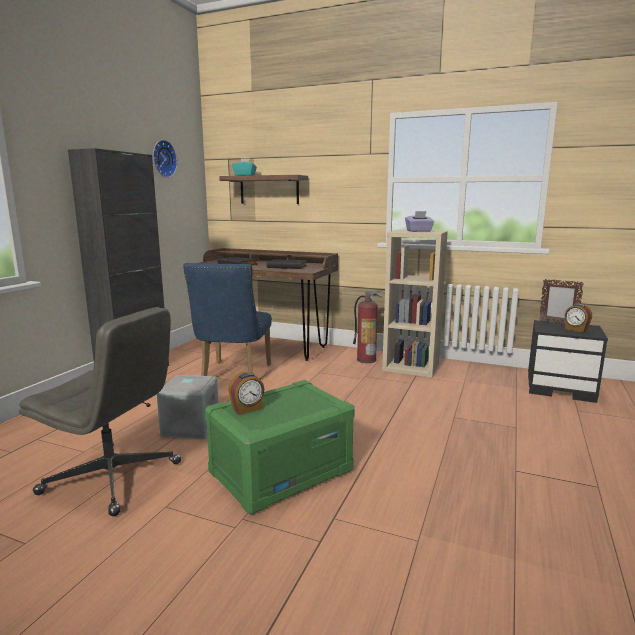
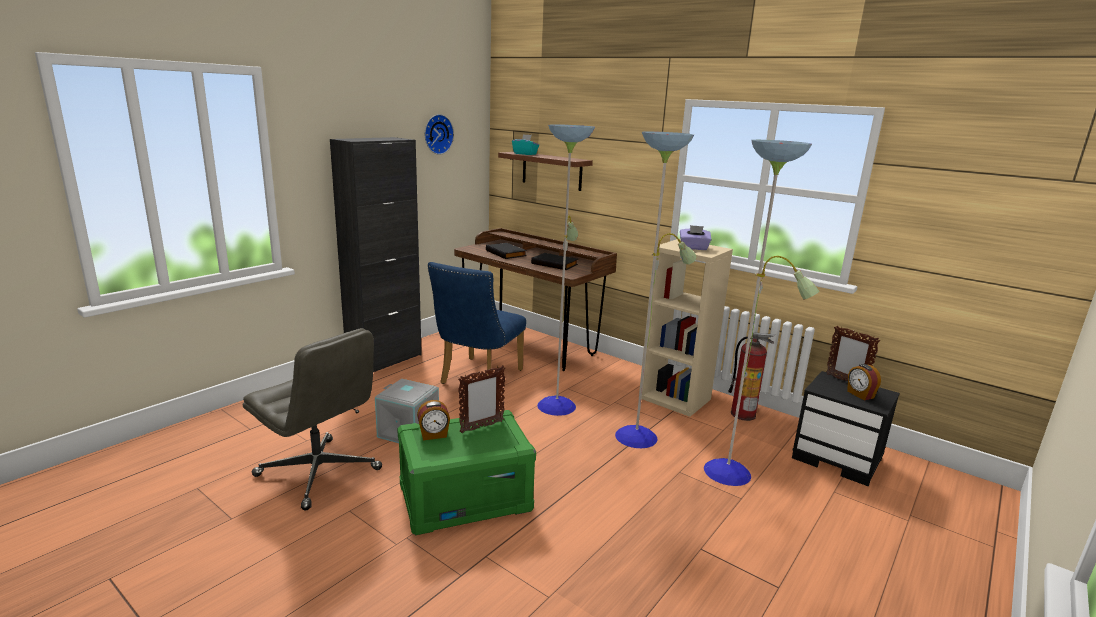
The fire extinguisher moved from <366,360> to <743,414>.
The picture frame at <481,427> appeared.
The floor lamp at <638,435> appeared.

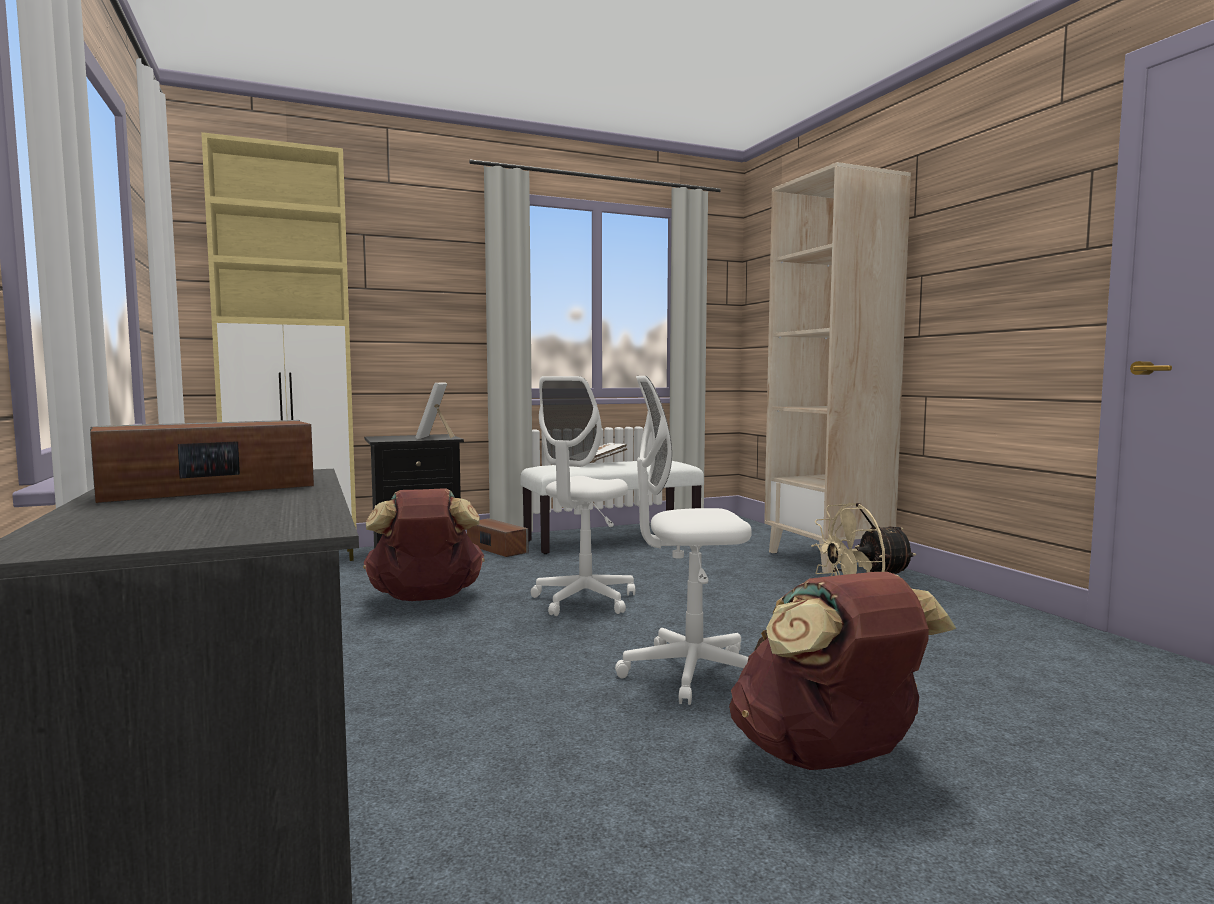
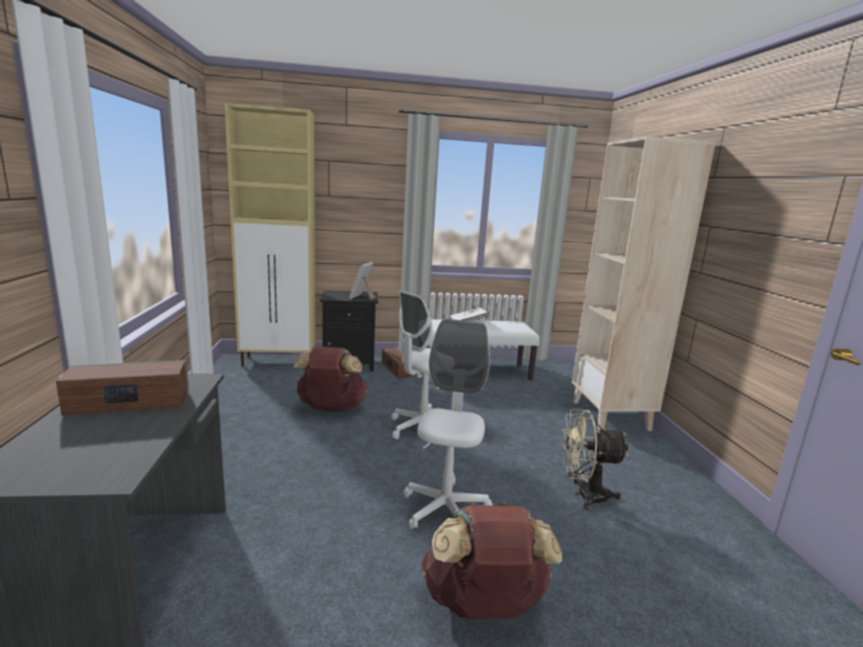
The white office chair at <690,674> turned 90 degrees clockwise.

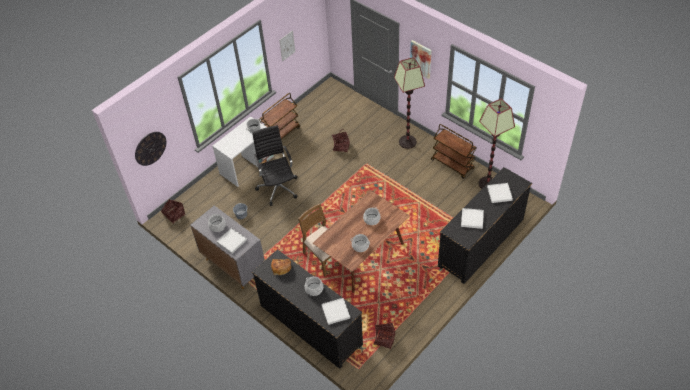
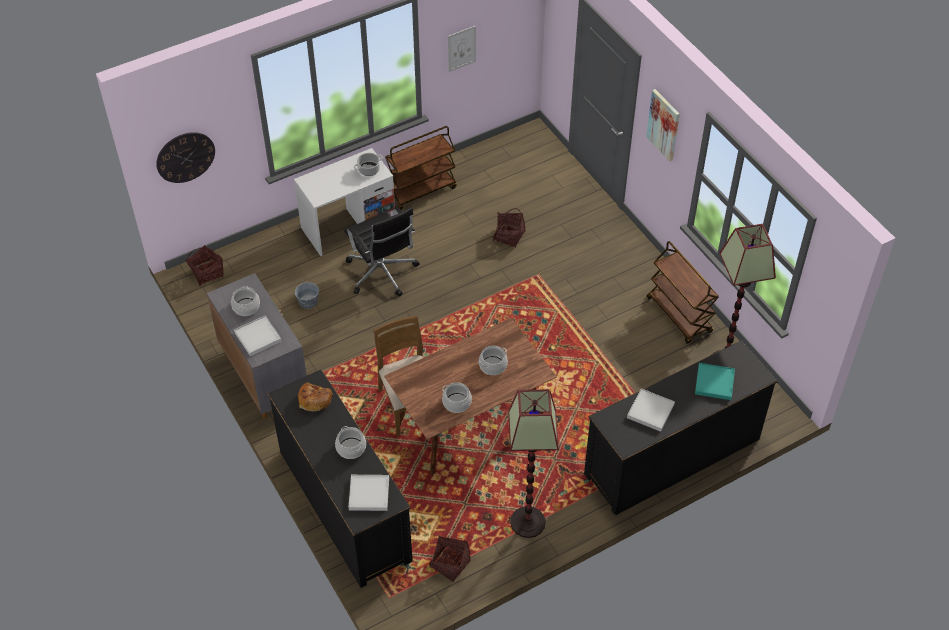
The black office chair at <278,187> turned 150 degrees clockwise.
The floor lamp moved from <407,142> to <527,522>.
The white tray at <499,194> became the turquoise tray at <714,383>.

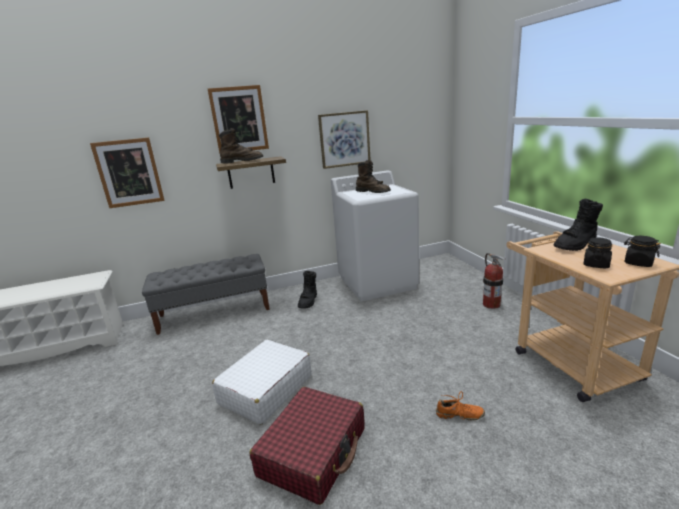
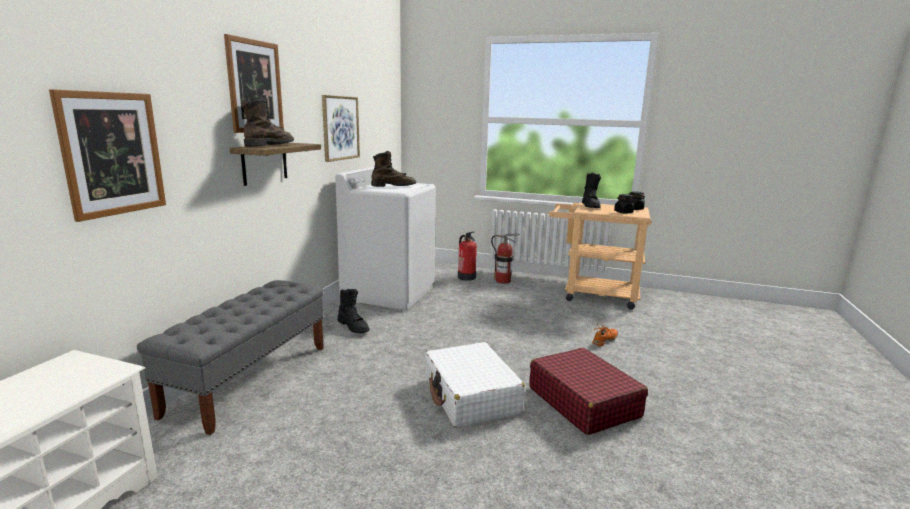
The fire extinguisher at <466,277> appeared.

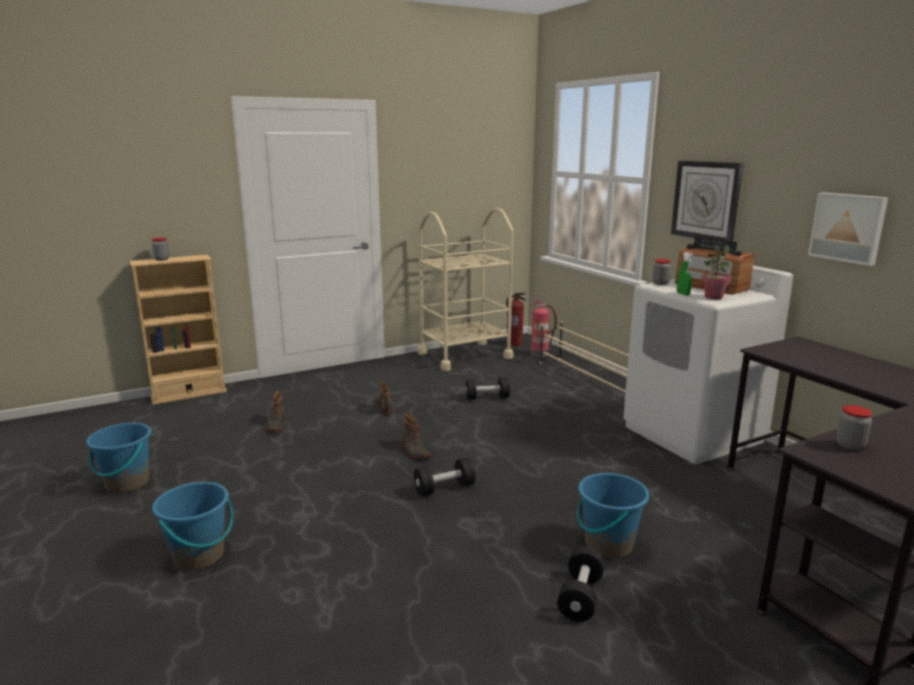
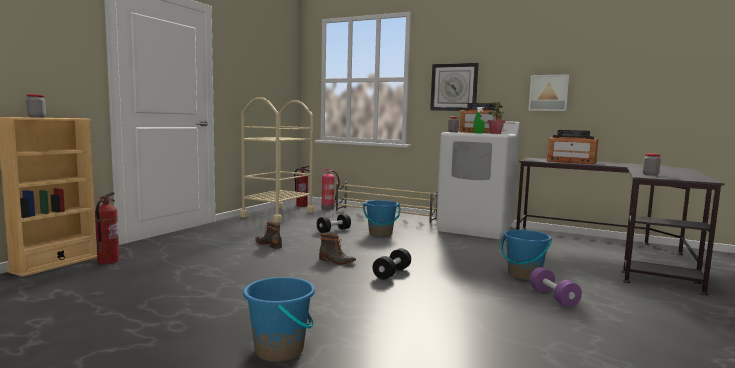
The blue bucket moved from <127,483> to <380,233>.
The boot at <275,426> disappeared.
The black dumbbell at <580,596> became the purple dumbbell at <553,297>.
The fire extinguisher at <108,261> appeared.
The radio at <571,162> appeared.

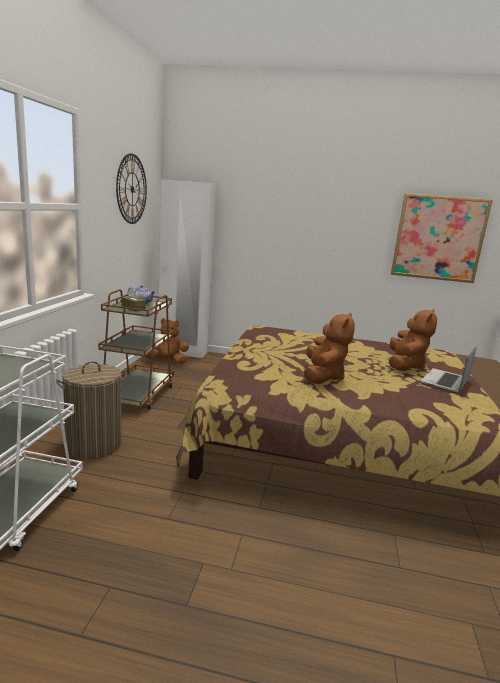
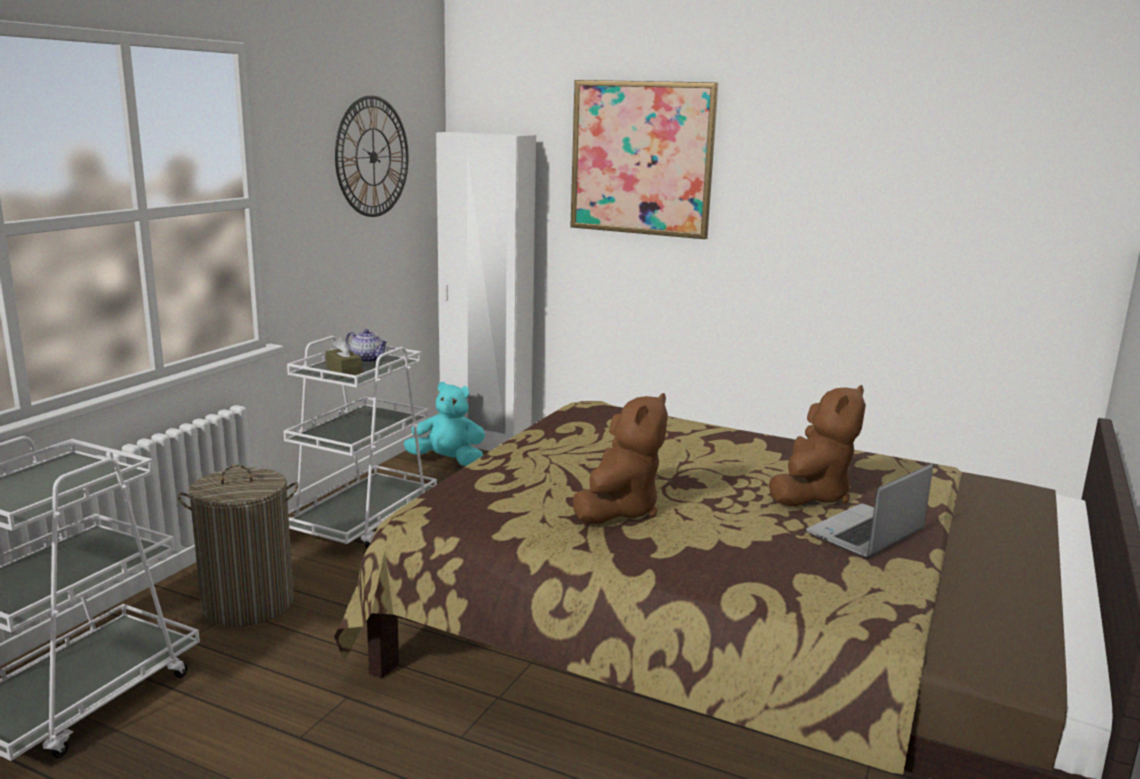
The brown cart at <138,395> became the white cart at <363,521>.
The brown plush toy at <167,361> became the turquoise plush toy at <448,461>.
The picture moved from <438,238> to <641,158>.

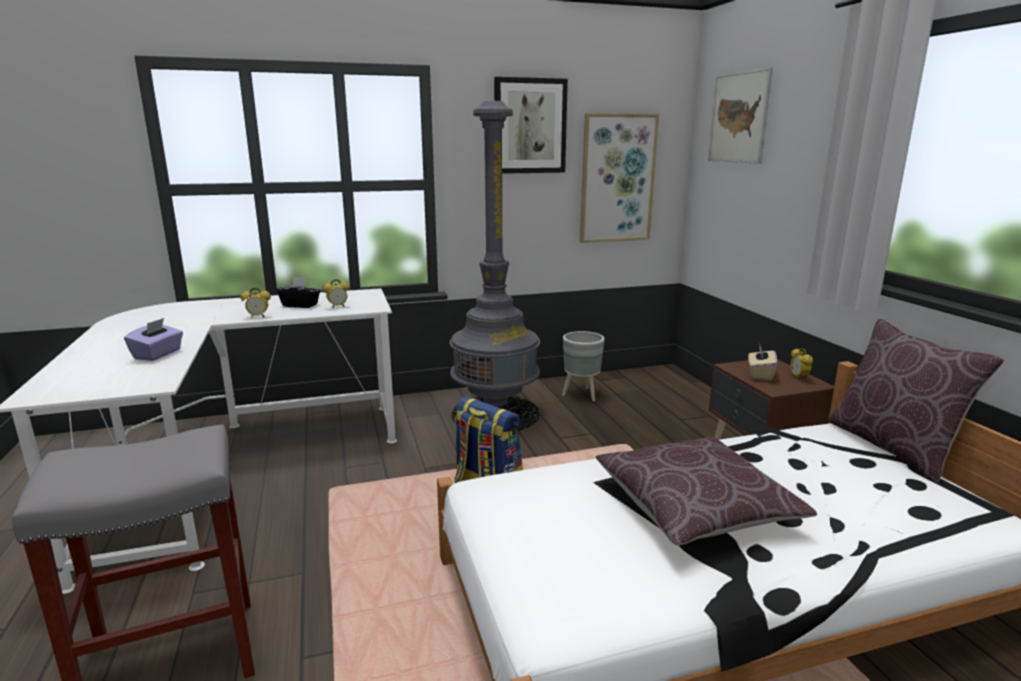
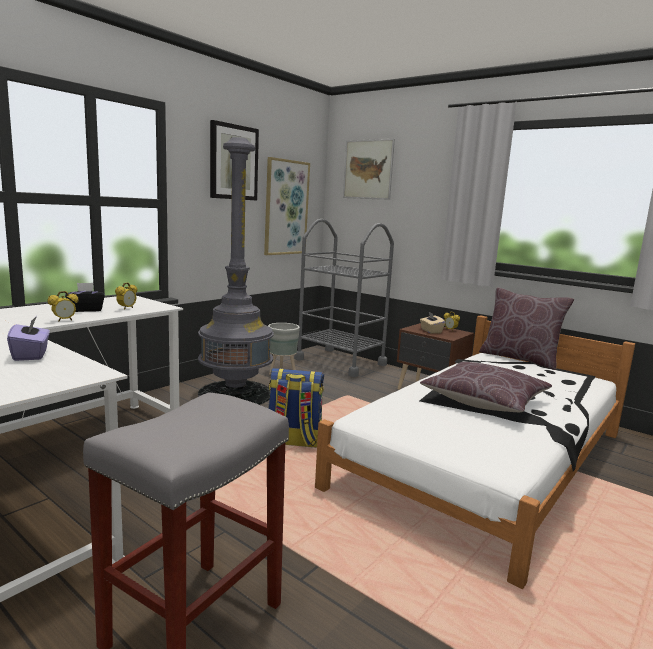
The grey cart at <340,362> appeared.

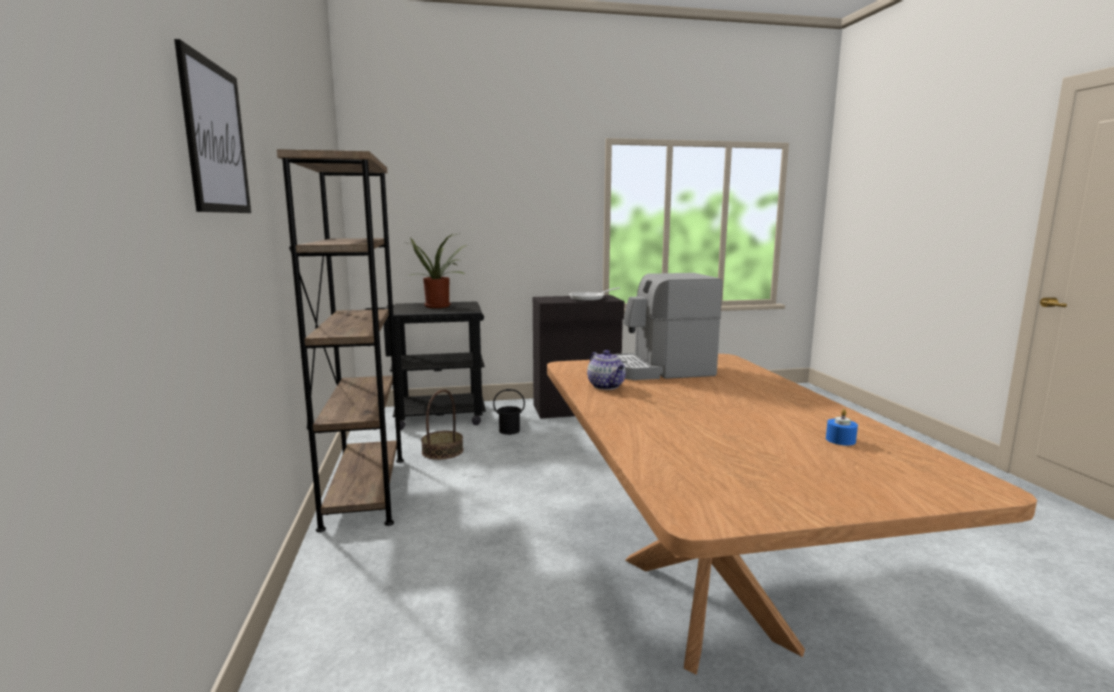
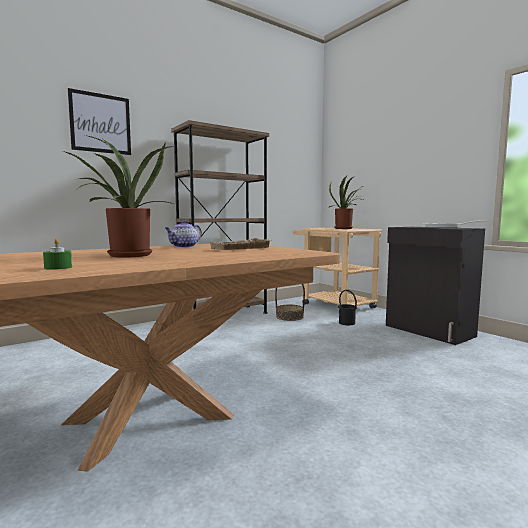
The black cart at <429,416> became the beige cart at <333,305>.
The coffee machine at <659,371> was replaced by the beige tray at <241,248>.
The blue candle at <840,440> became the green candle at <58,267>.
The potted plant at <126,256> appeared.

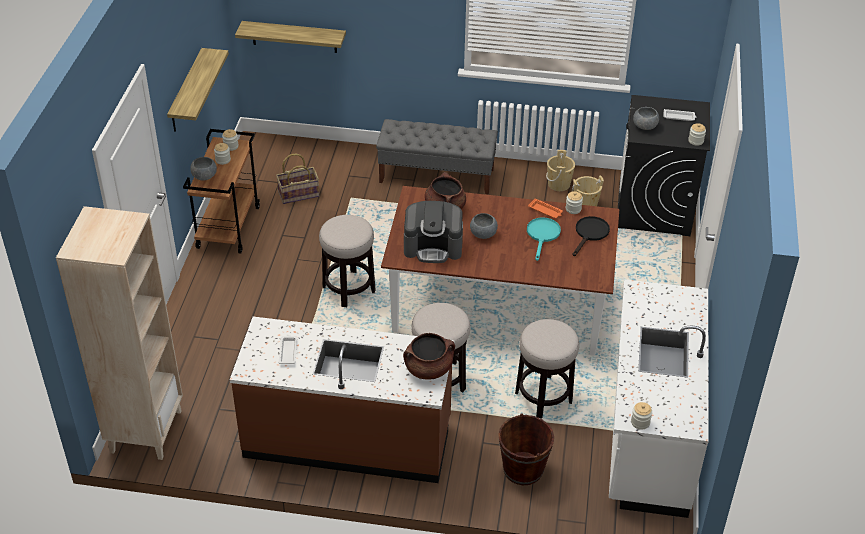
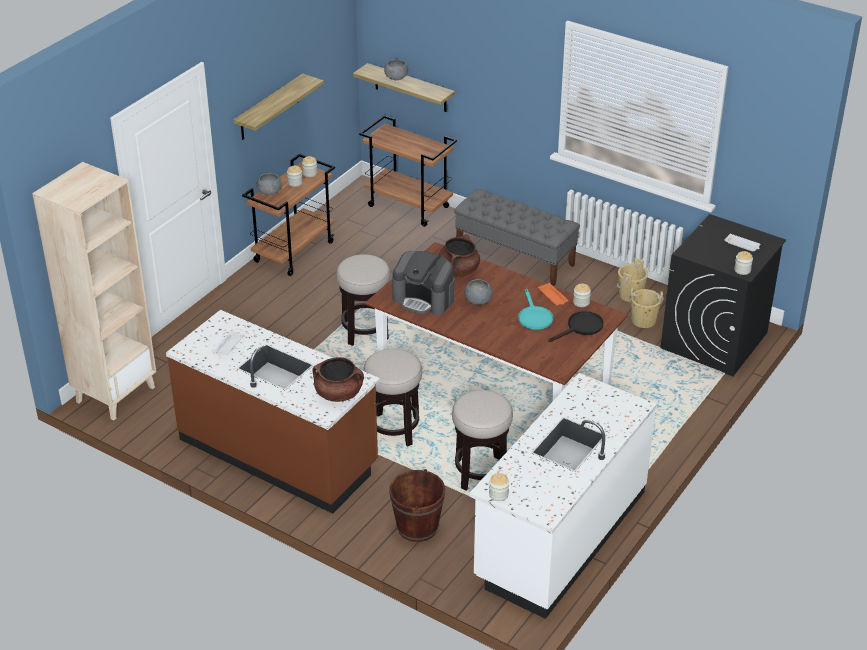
The basket at <298,194> disappeared.
The turquoise frying pan at <542,235> turned 135 degrees clockwise.
The grey bowl moved from <645,126> to <396,78>.
The brown cart at <409,206> appeared.

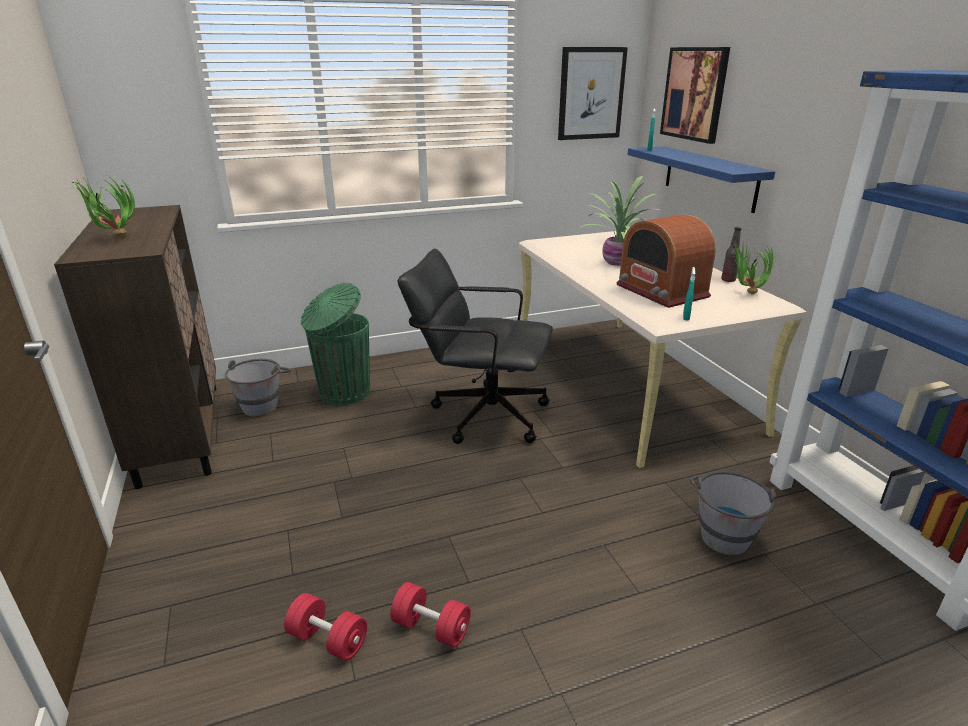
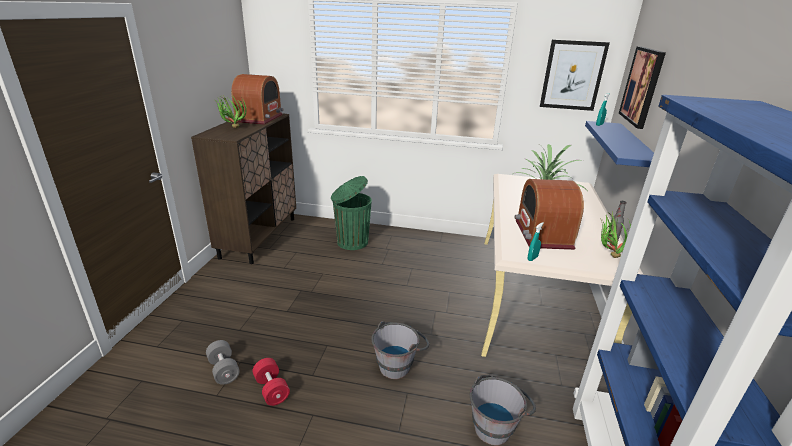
The grey bucket moved from <263,403> to <399,364>.
The red dumbbell at <328,640> became the grey dumbbell at <224,370>.
The black office chair at <480,413> disappeared.
The radio at <259,118> appeared.

